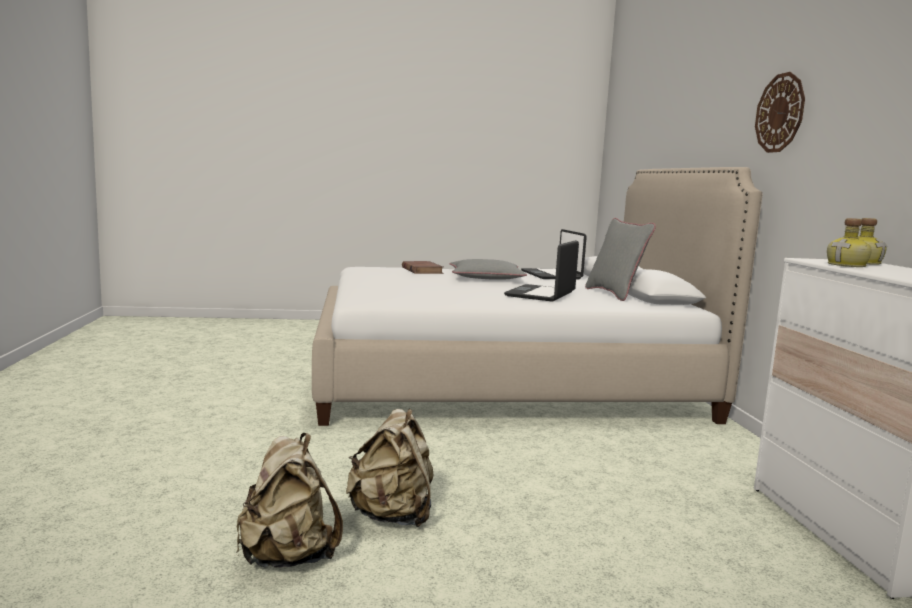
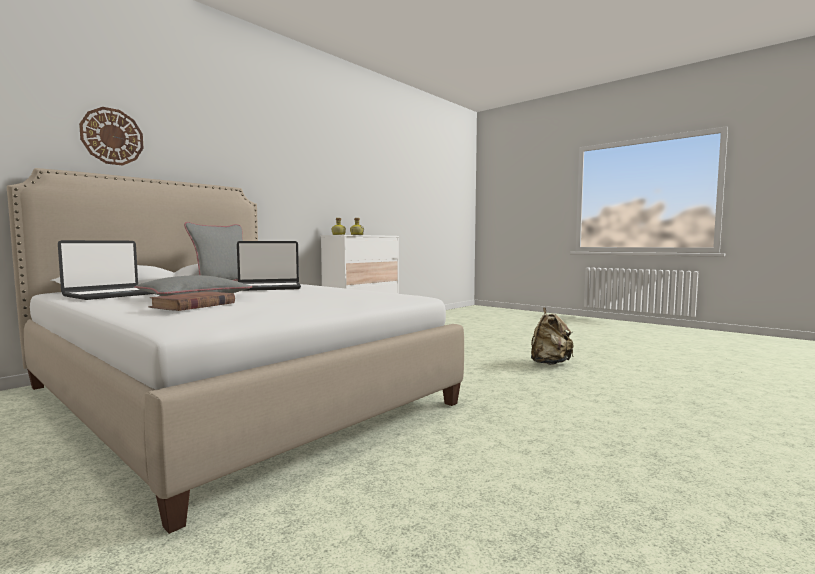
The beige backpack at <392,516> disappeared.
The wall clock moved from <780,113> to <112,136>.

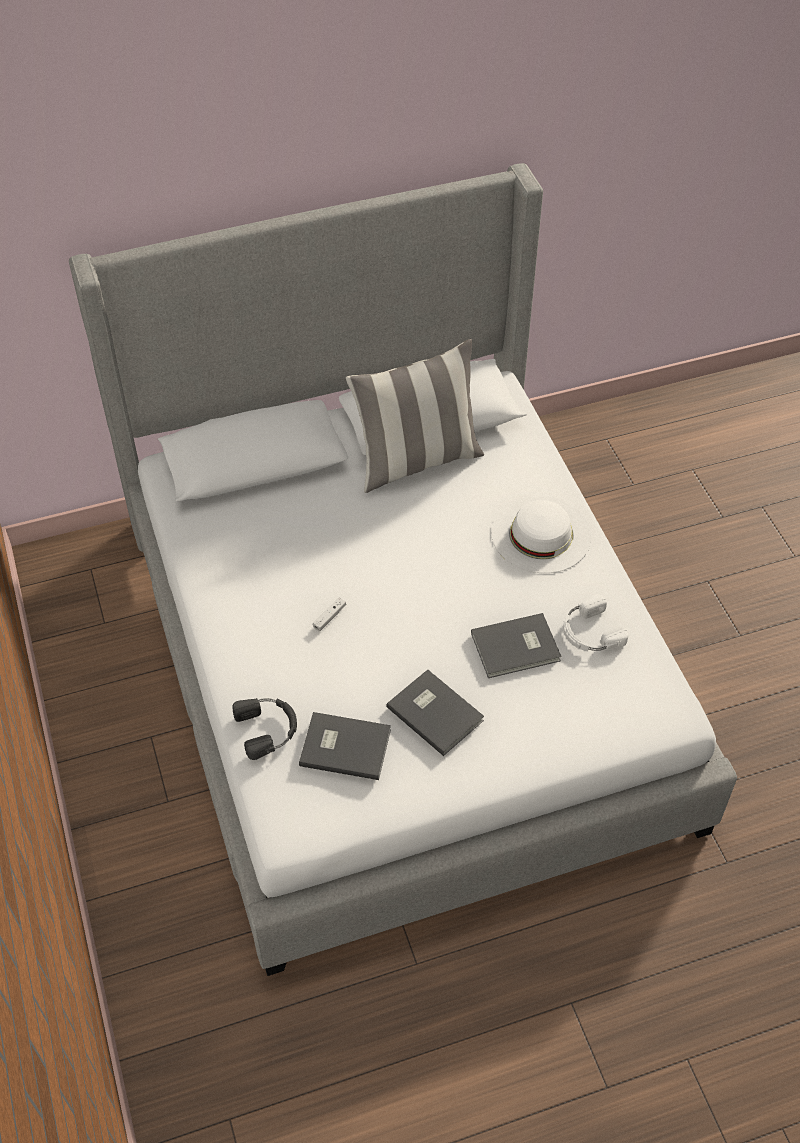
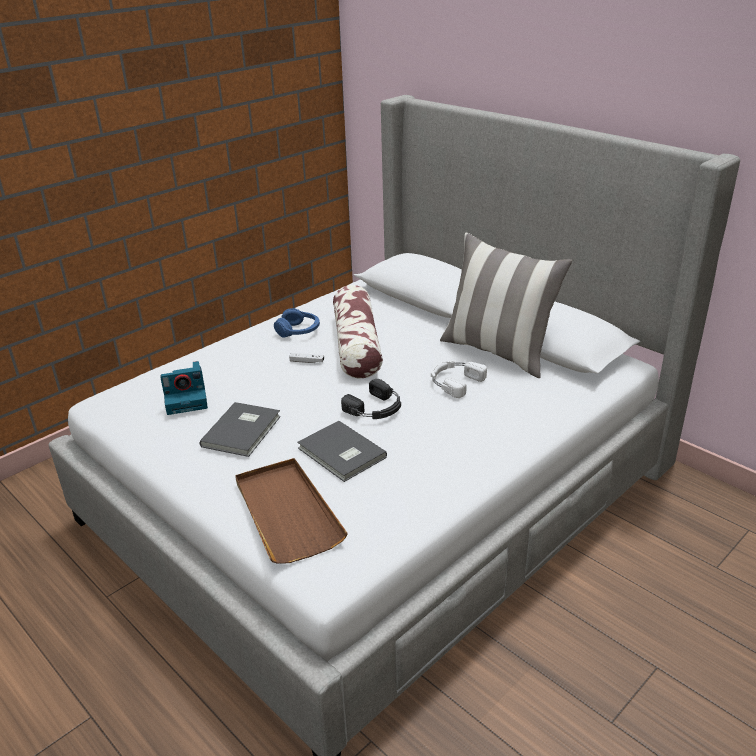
The black headphones moved from <268,728> to <376,408>.
The grey book at <344,746> was replaced by the photo camera at <187,399>.
The white hat at <541,534> disappeared.
The white headphones moved from <590,632> to <454,381>.
The brown tray at <286,512> appeared.
The blue headphones at <298,331> appeared.
The pillow at <357,345> appeared.

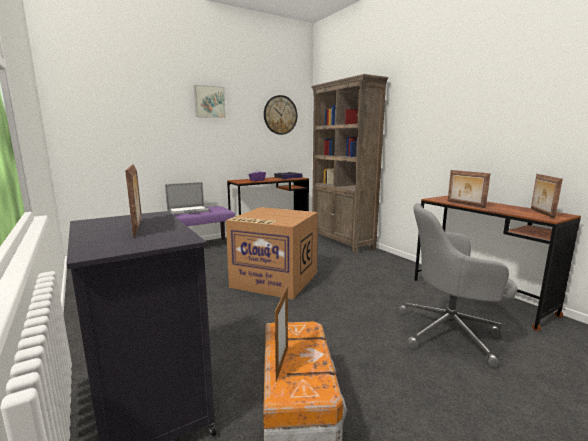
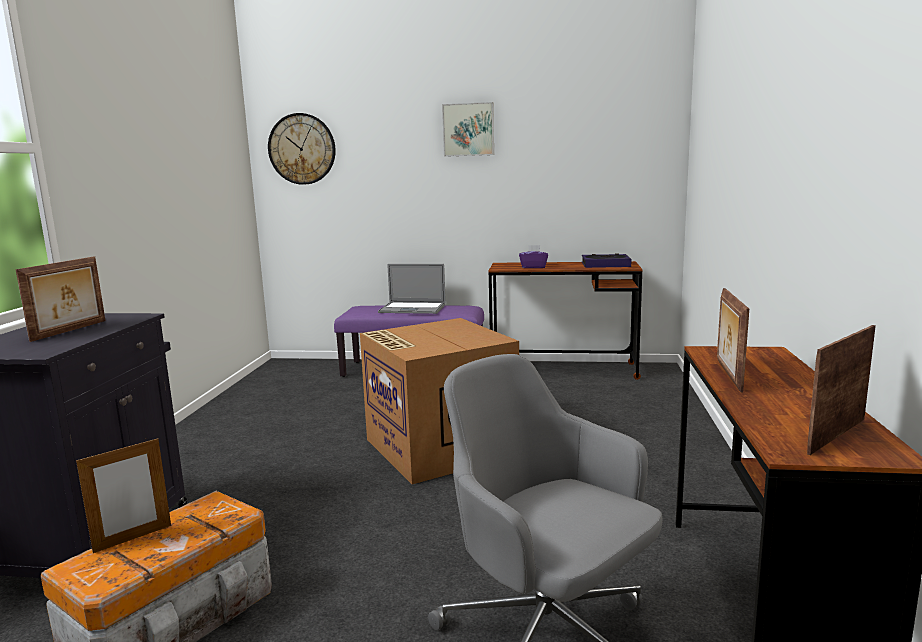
The wall clock moved from <280,115> to <302,149>.
The brown bookcase at <342,242> disappeared.

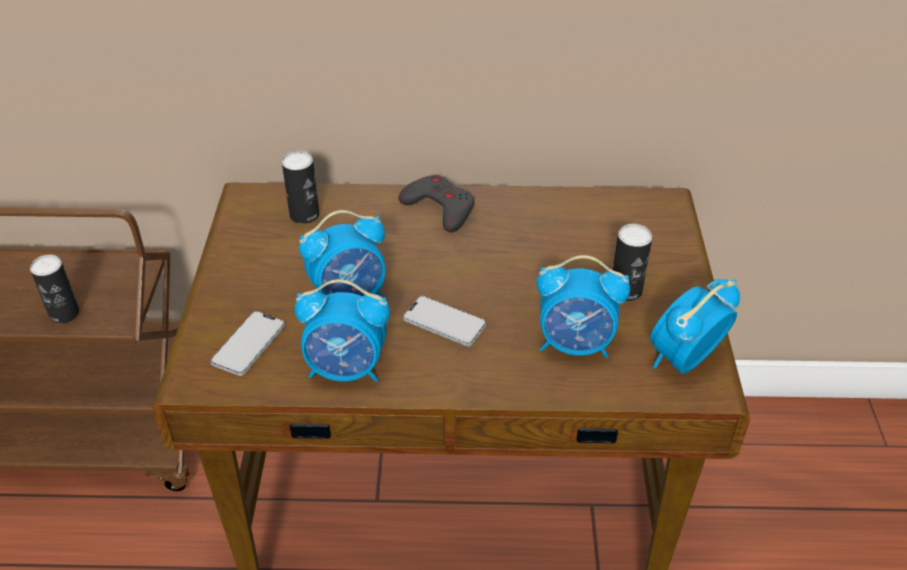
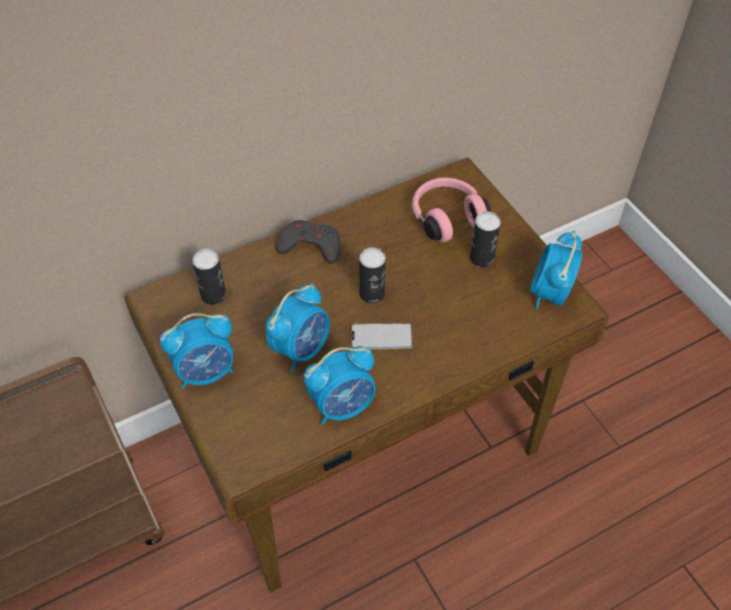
The can moved from <64,314> to <372,294>.
The phone at <248,344> disappeared.
The alarm clock moved from <576,344> to <206,371>.
The pink headphones at <446,217> appeared.

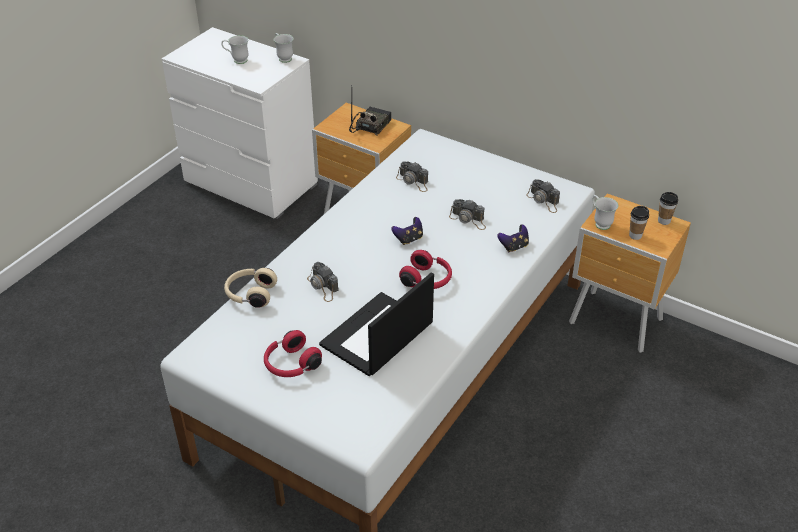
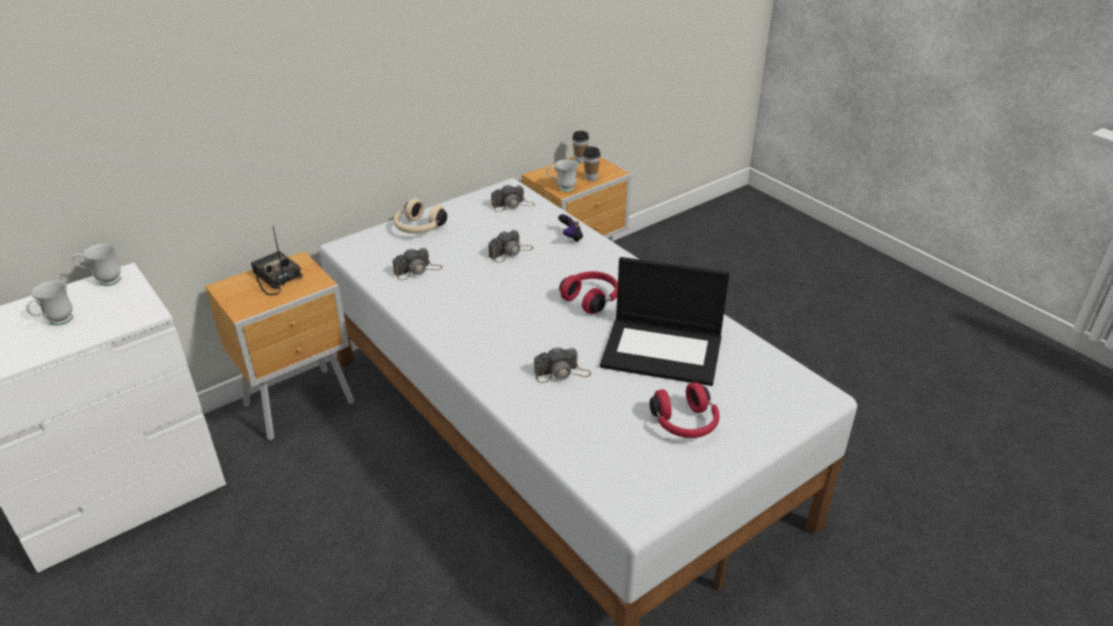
The beige headphones moved from <250,294> to <419,228>.
The laptop at <377,336> turned 45 degrees counterclockwise.
The game controller at <408,239> disappeared.

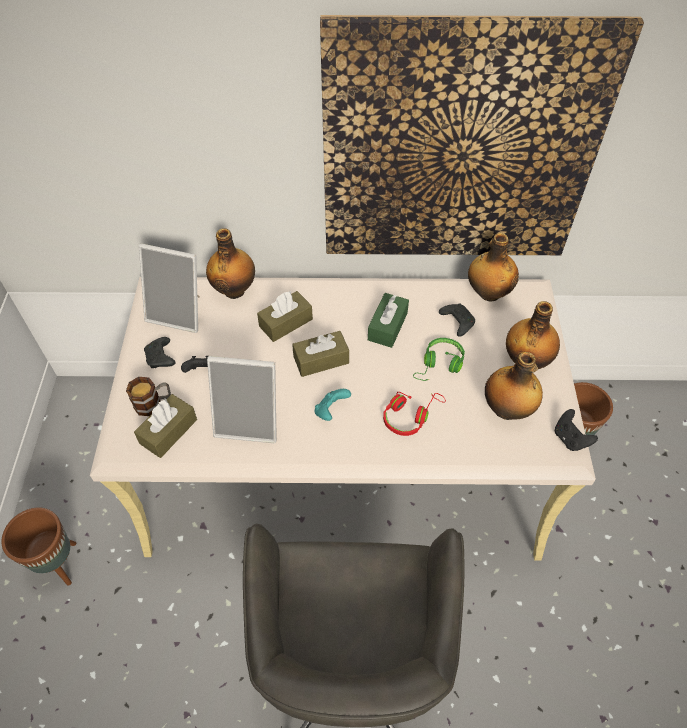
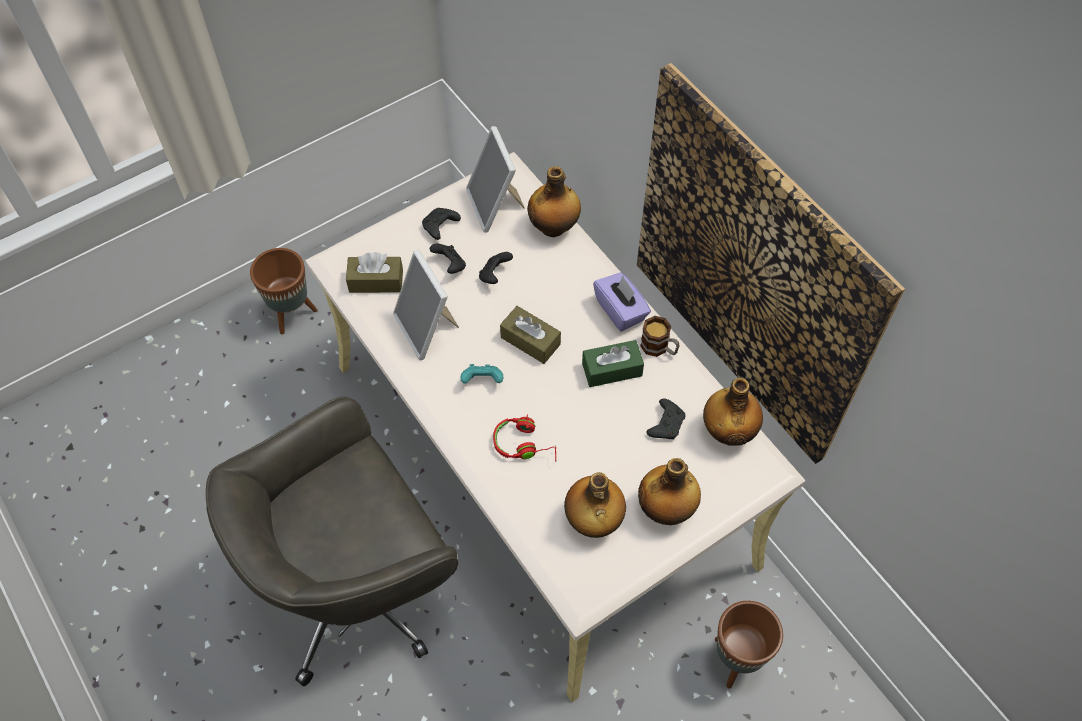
The mug moved from <153,403> to <659,348>.
The brown tissue box at <286,323> disappeared.
The green headphones at <439,365> disappeared.
The black game controller moved from <570,438> to <494,275>.
The purple tissue box at <620,311> appeared.

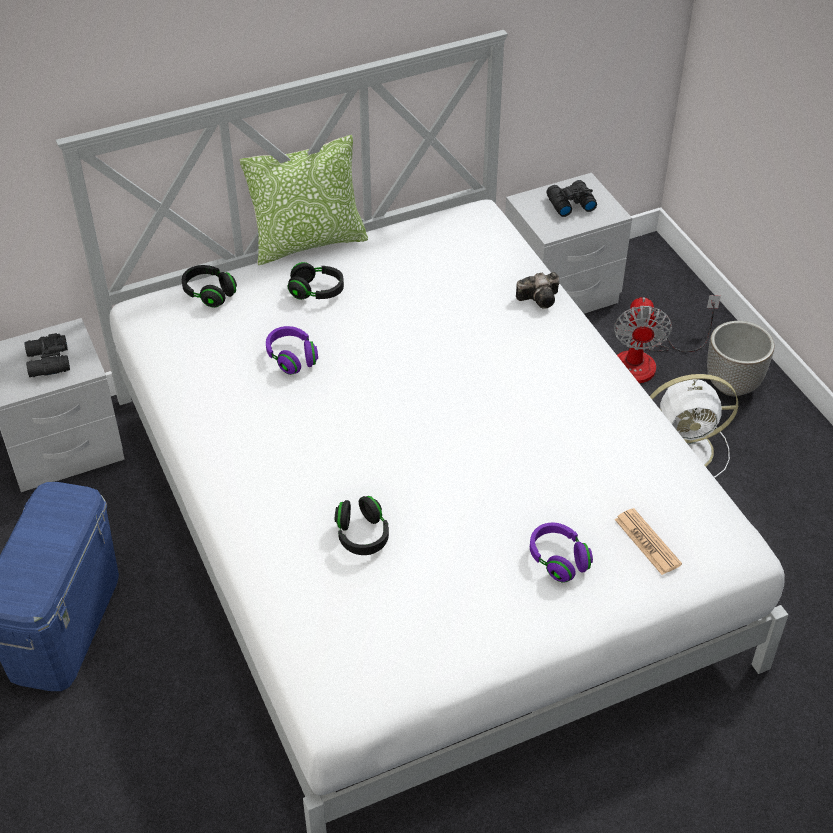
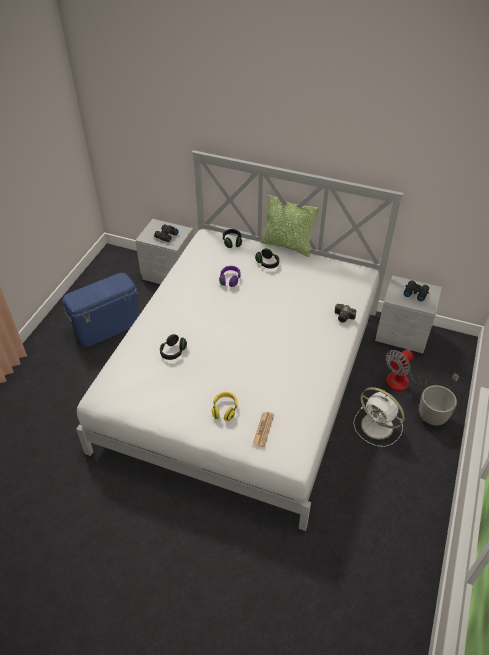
The purple headphones at <558,560> became the yellow headphones at <225,410>.

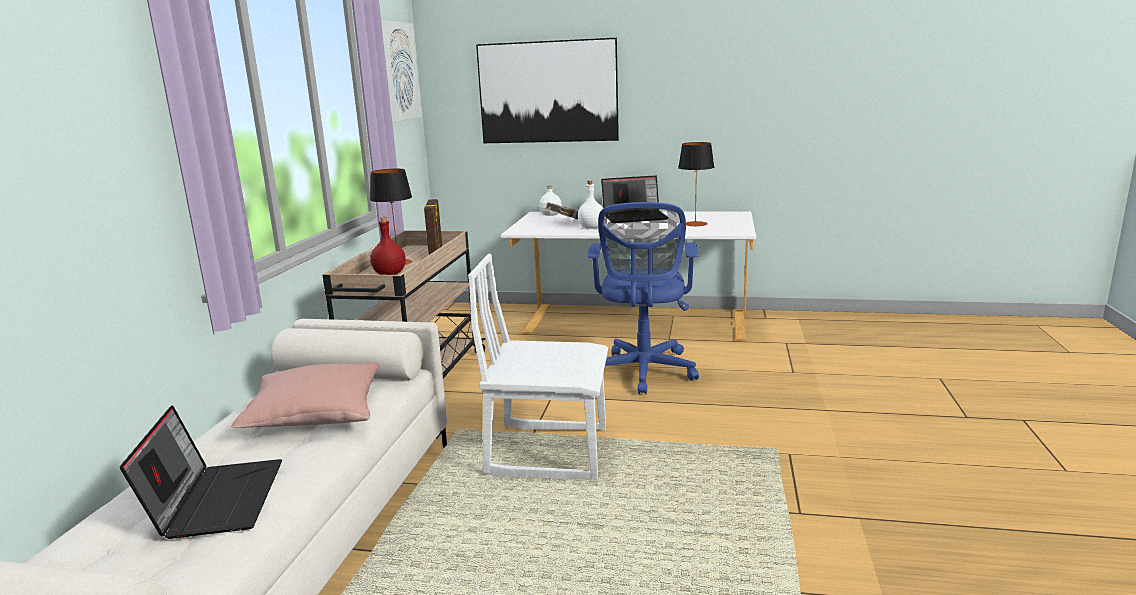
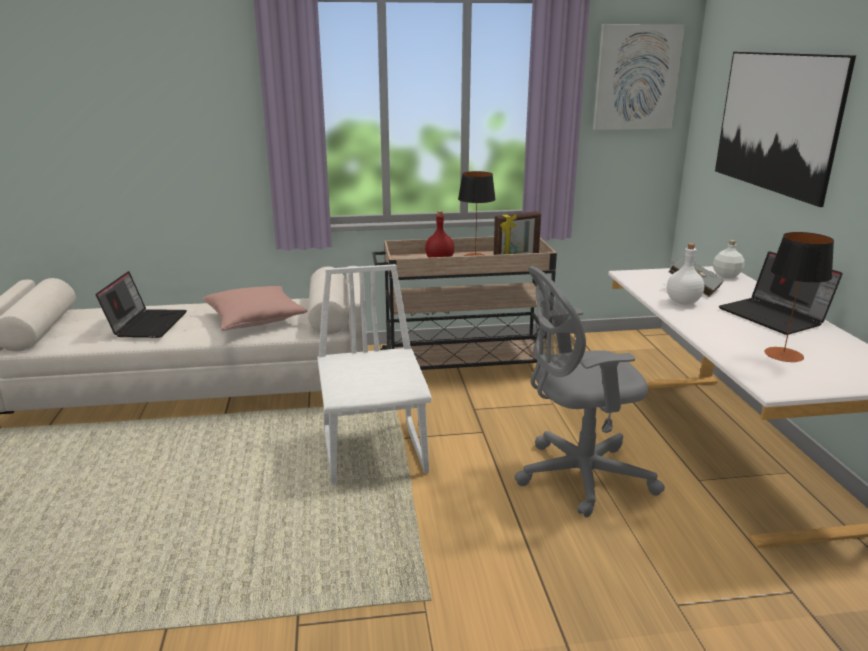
The laptop at <216,499> turned 60 degrees counterclockwise.
The blue office chair at <644,373> became the grey office chair at <577,476>.

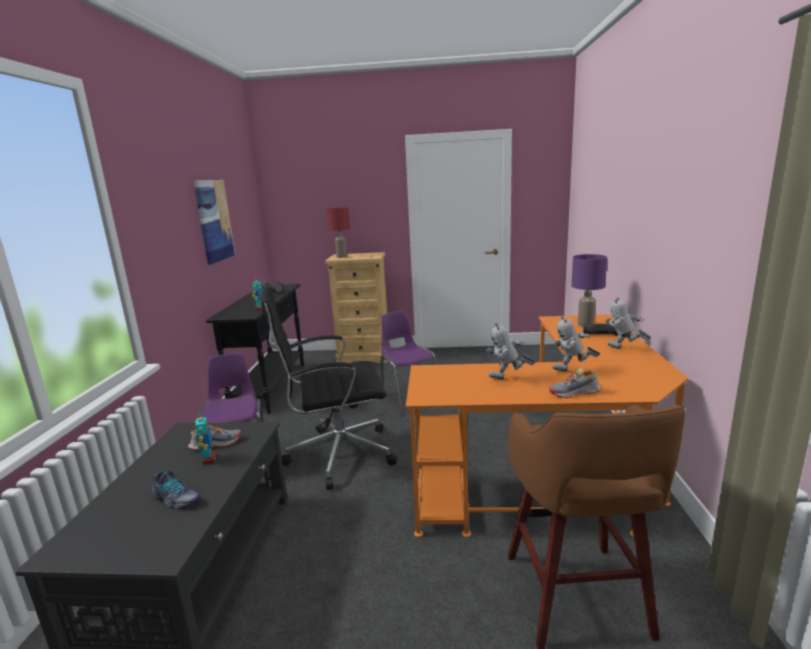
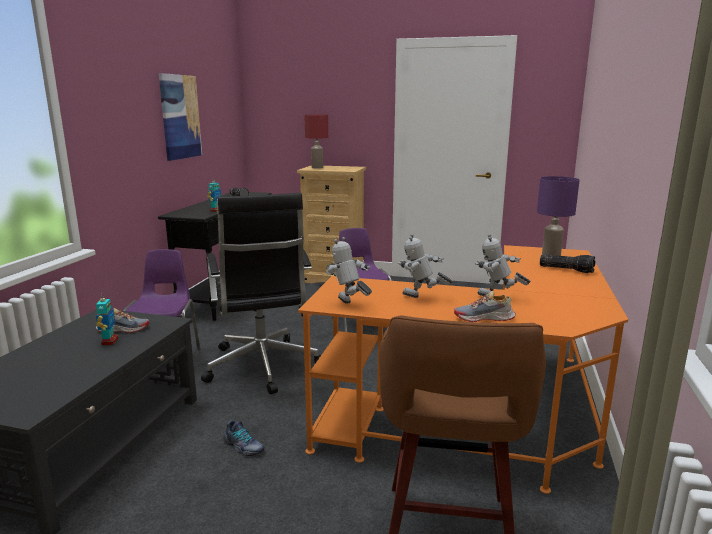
The shoe moved from <176,500> to <243,447>.
The black office chair at <336,455> turned 105 degrees counterclockwise.
The toy robot moved from <623,350> to <348,305>.

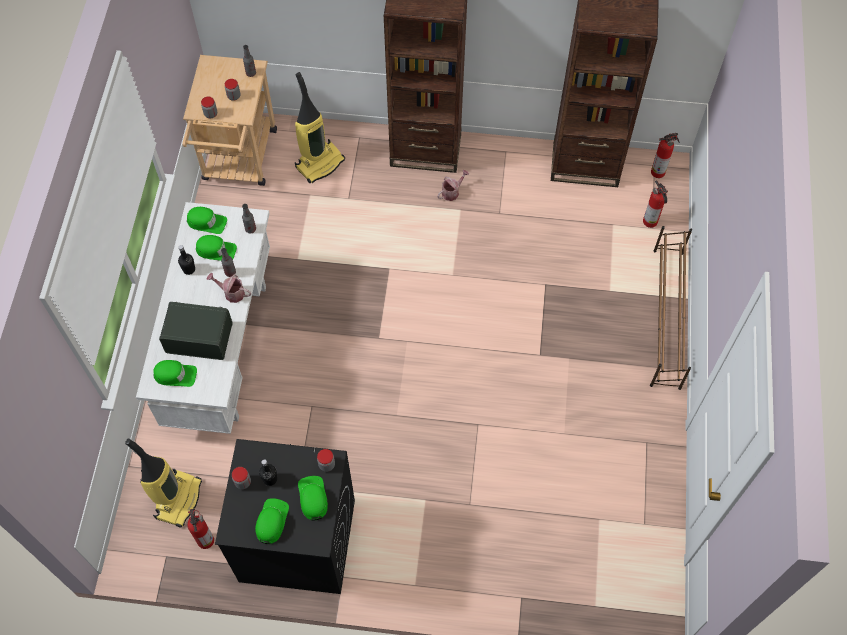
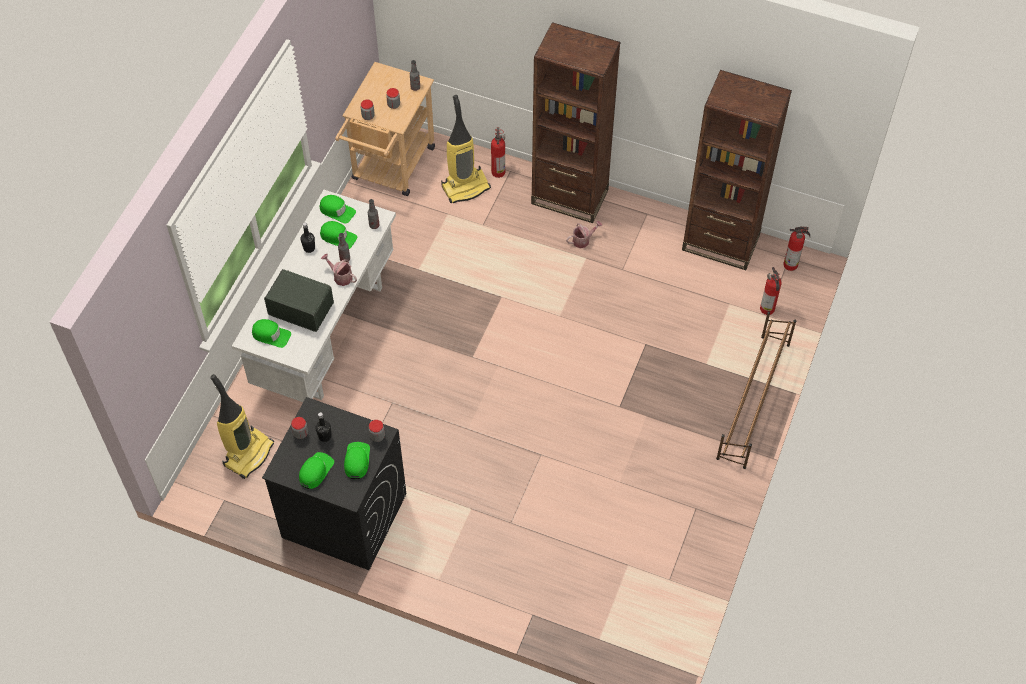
The fire extinguisher moved from <205,539> to <498,171>.

